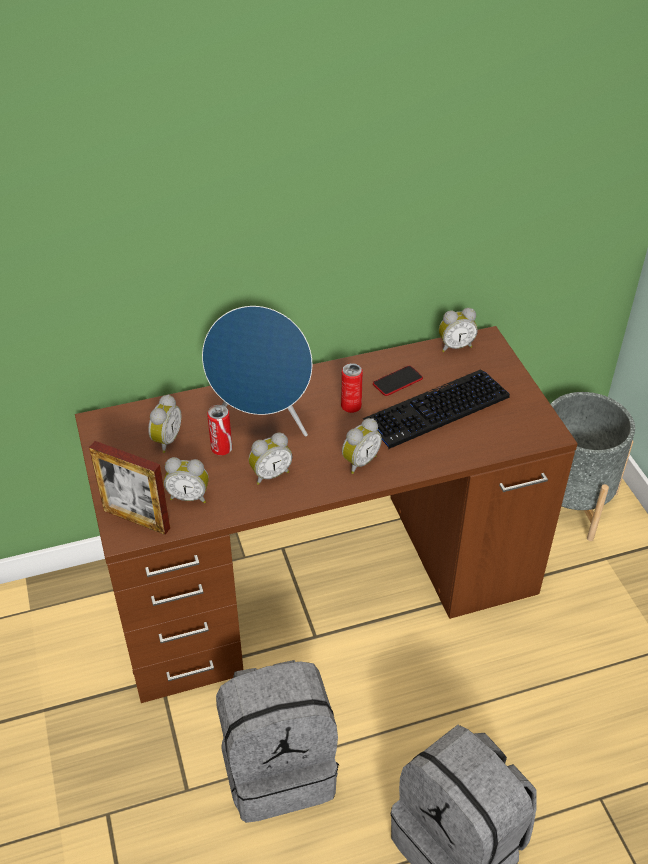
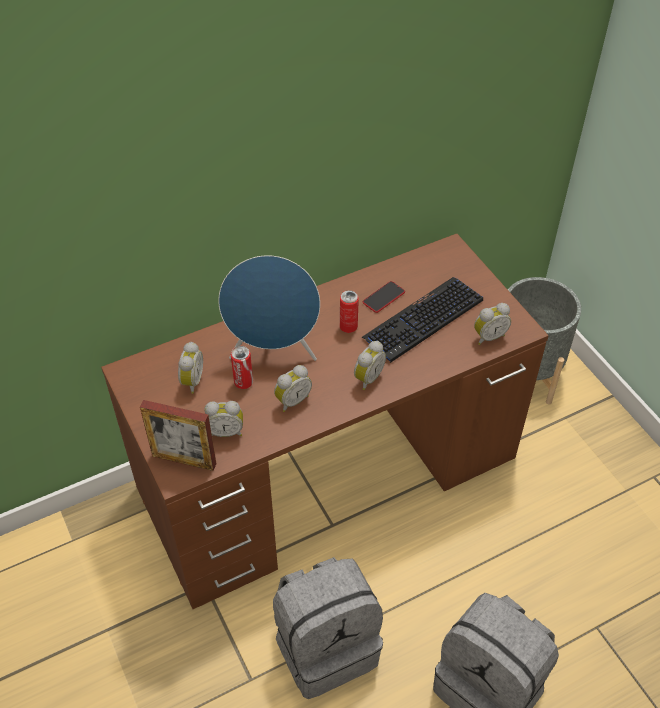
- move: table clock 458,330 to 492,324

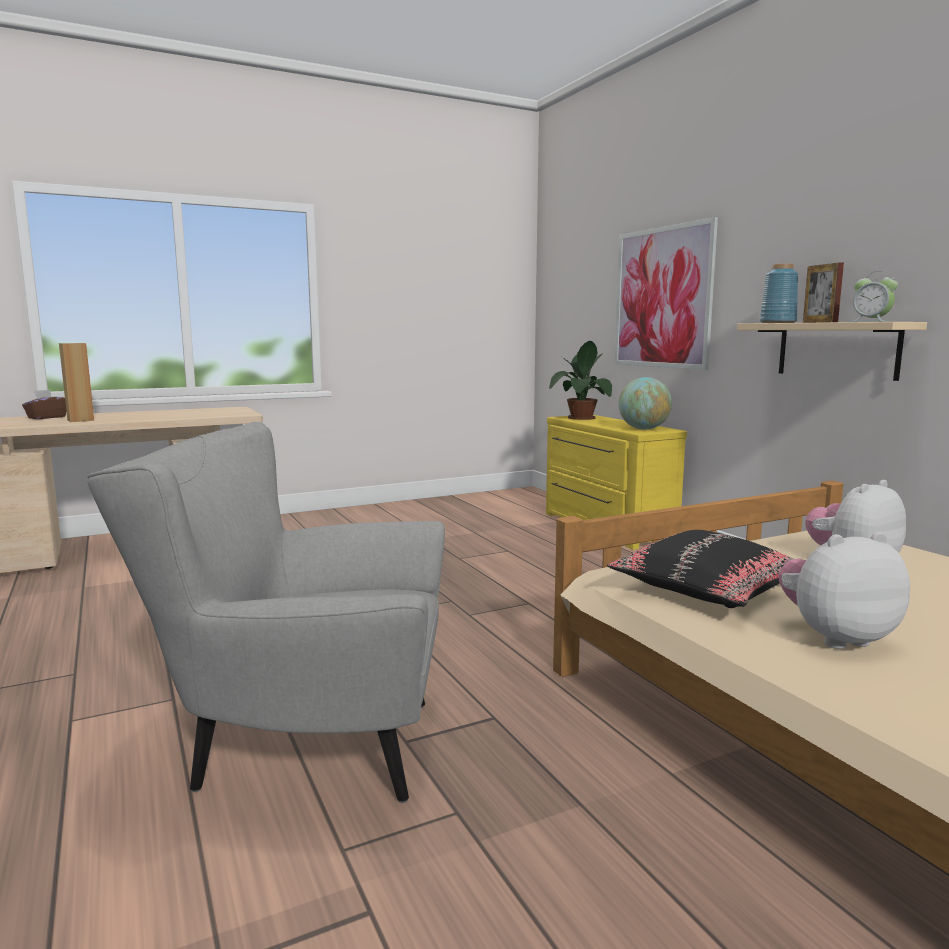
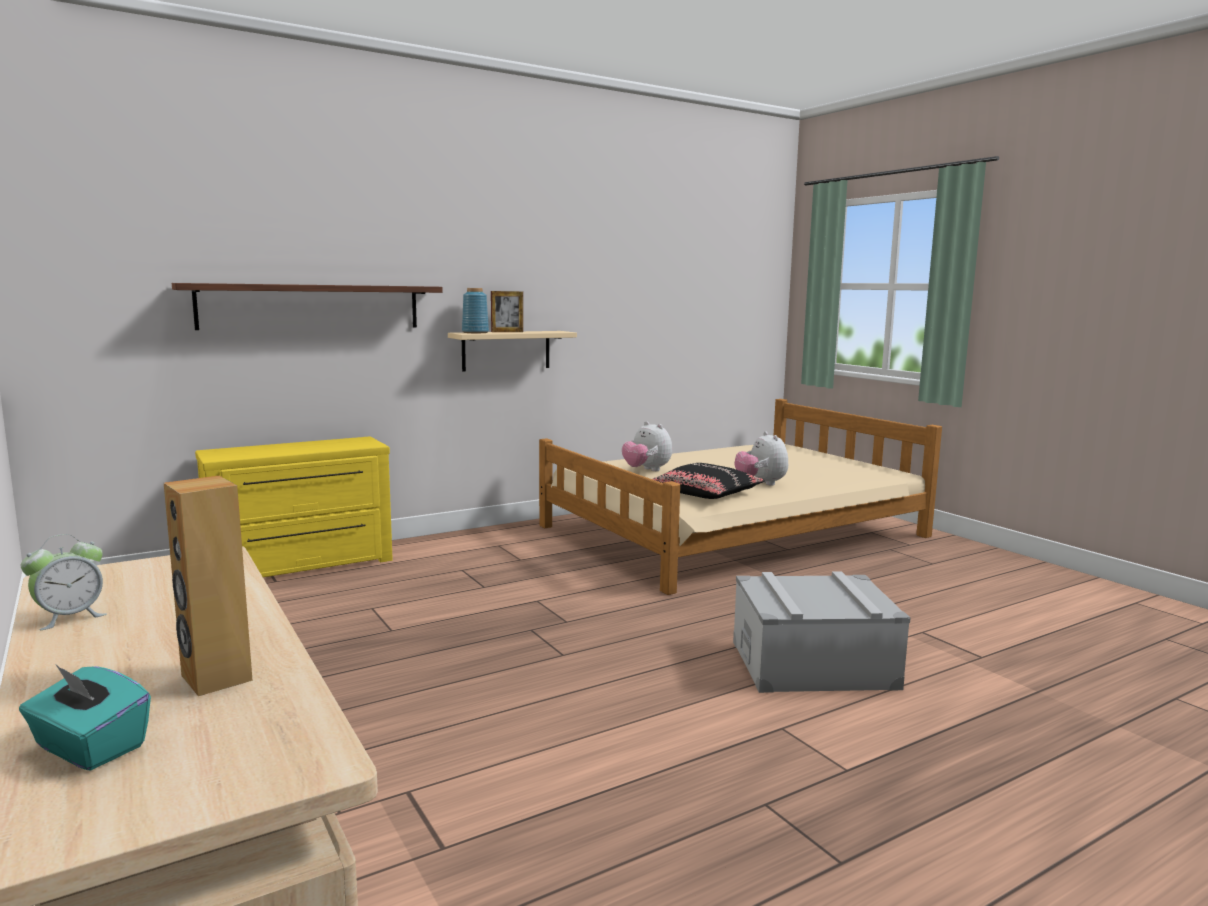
- recolor: box of tissues (brownish) 44,404 to box of tissues (blue-green) 85,717
- replace: armchair (gray) 266,612 to storage bin (gray) 822,632
- delete: plant in a pot 580,380
- replace: picture 666,293 to shelf 307,306
- delete: globe 645,403
- move: table clock 874,296 to 64,582

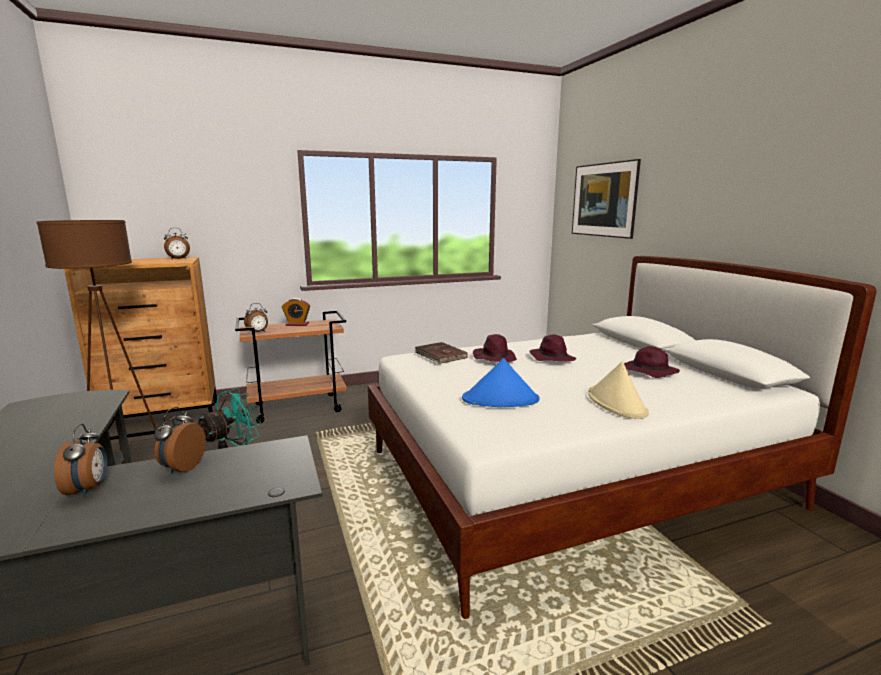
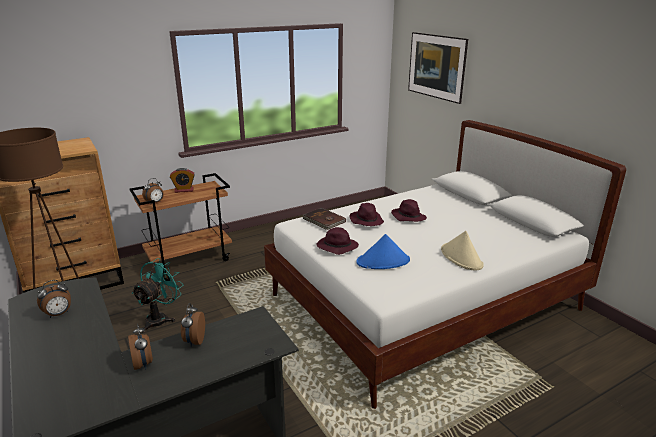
- move: table clock 177,243 to 54,299
- move: wearable hat (purplish) 652,362 to 337,241

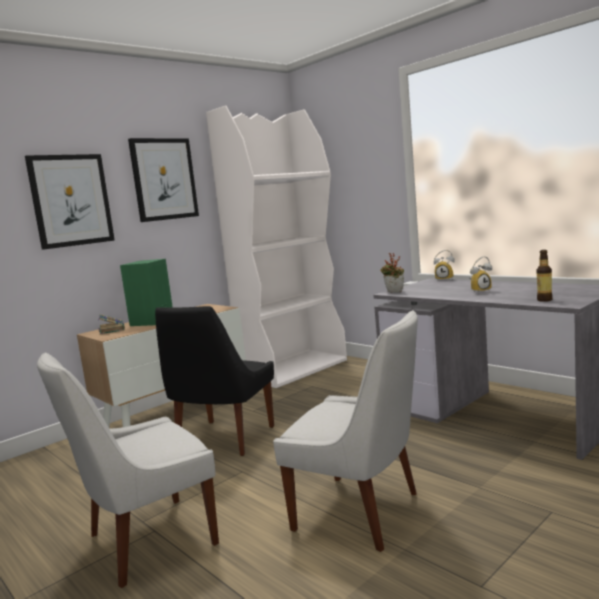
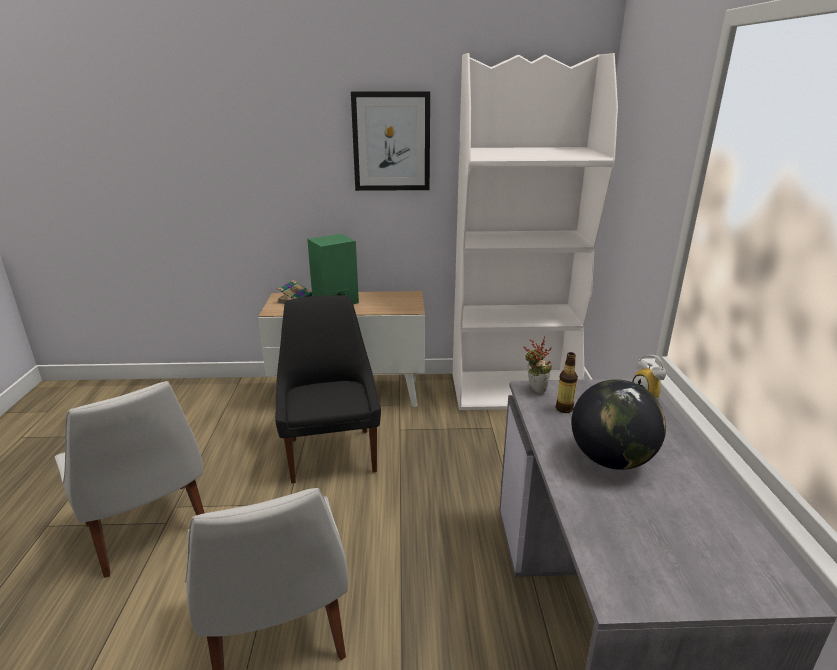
- delete: picture 70,202
- rotate: plain chair (whitish) 128,470 = 129,479 135 degrees counterclockwise
- rotate: plain chair (black-coloured) 214,381 = 328,389 105 degrees clockwise
- replace: table clock 480,275 to globe 618,424
- move: drink bottle 544,276 to 567,382

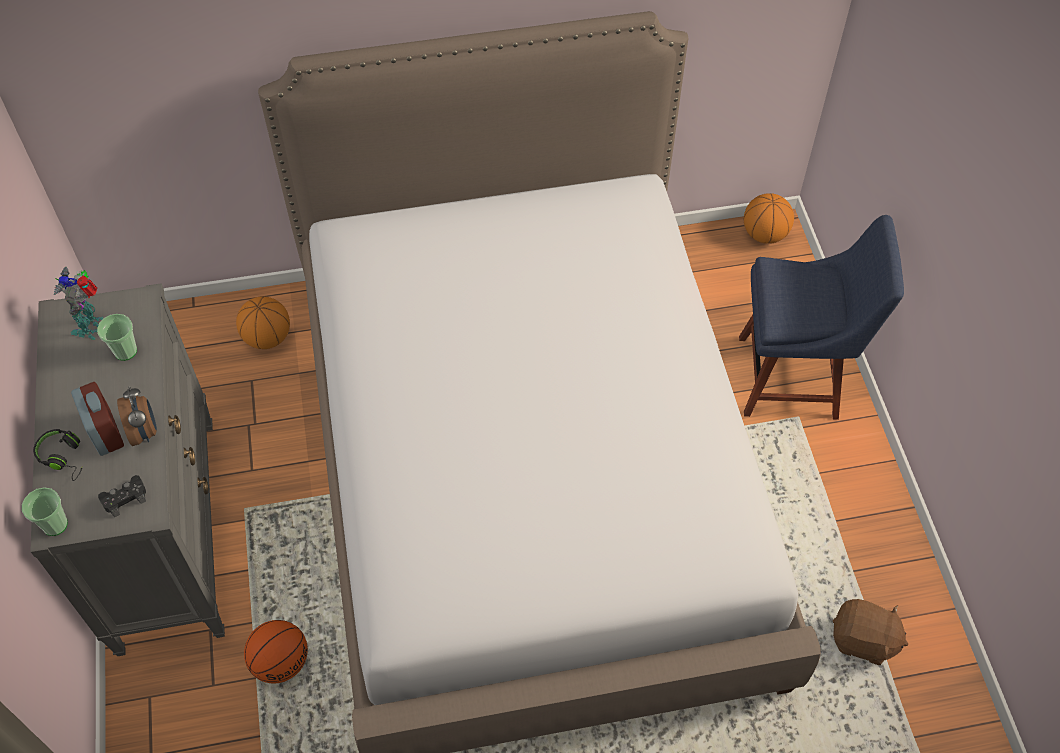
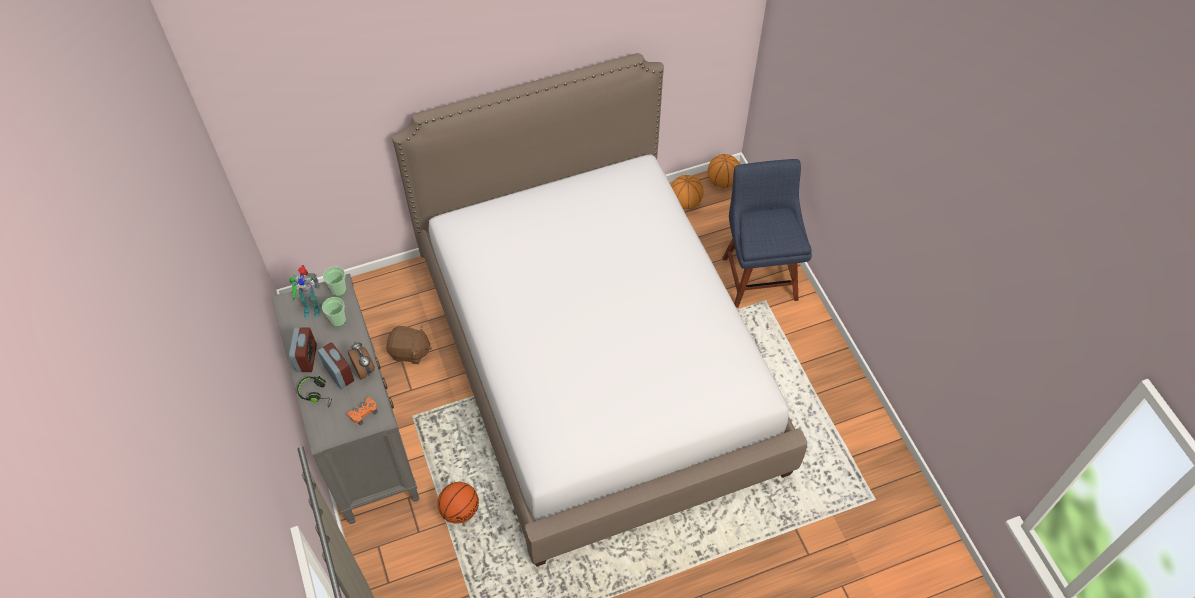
- move: drinking cup 45,511 to 334,281
- rotate: model robot 79,303 = 305,291 90 degrees counterclockwise
- recolor: joypad (black-coloured) 122,496 to joypad (orange-coloured) 362,411
- move: basketball 263,322 to 687,192
- rotate: plain chair (blue) 821,317 = 767,233 90 degrees counterclockwise
- move: cuddly toy (brownish) 870,632 to 409,345
- insert: table clock 303,349

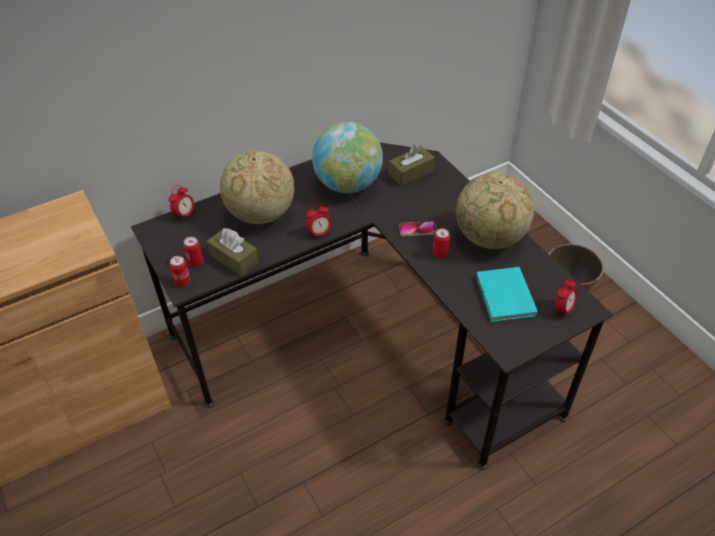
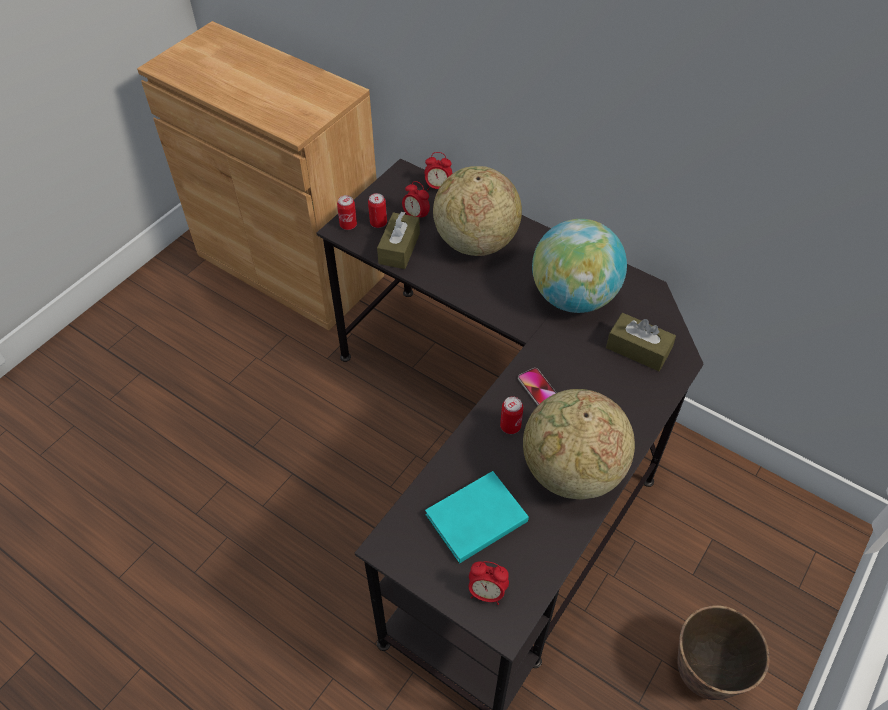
- move: table clock 318,221 to 416,199

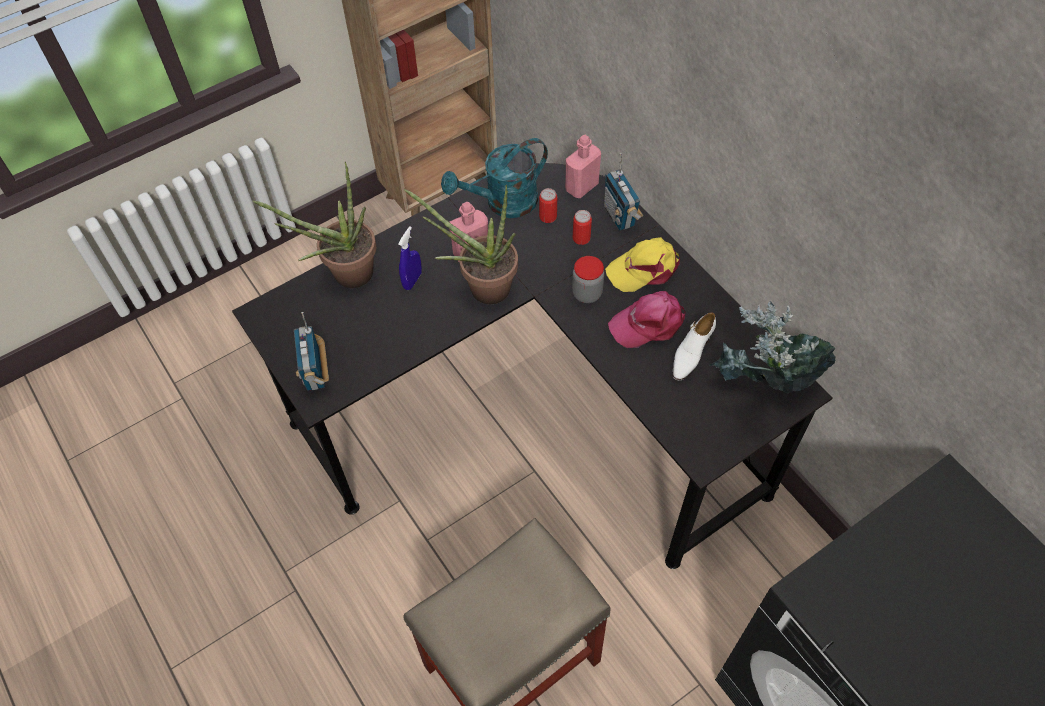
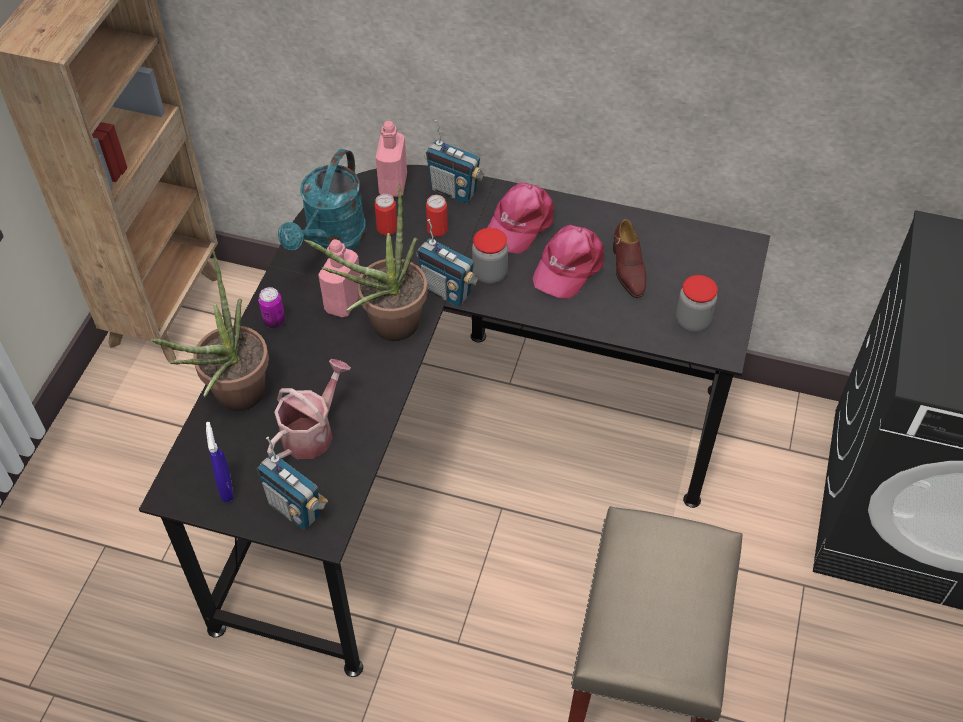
- move: hand sprayer (blue) 410,258 to 219,462
- recolor: cap (yellow) 642,264 to cap (pink) 520,218
- recolor: shoe (whitish) 694,346 to shoe (brownish) 629,258
- delete: plant in a pot 771,347
- insert: sealed can 271,307
- insert: sprinkling can 309,409
- insert: radio set 447,263
- insert: preserve jar 697,303

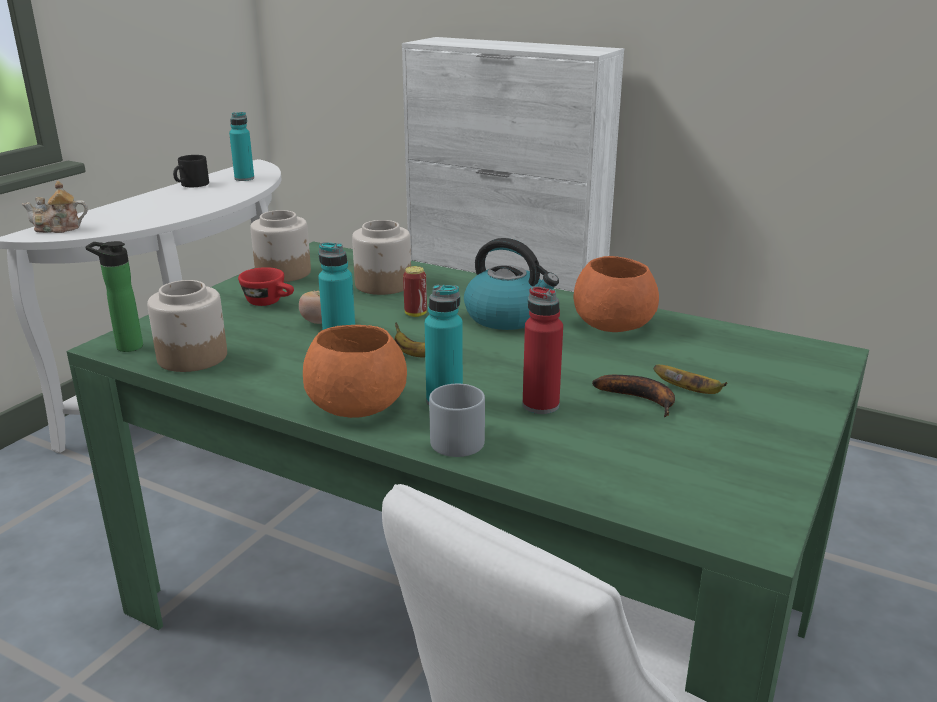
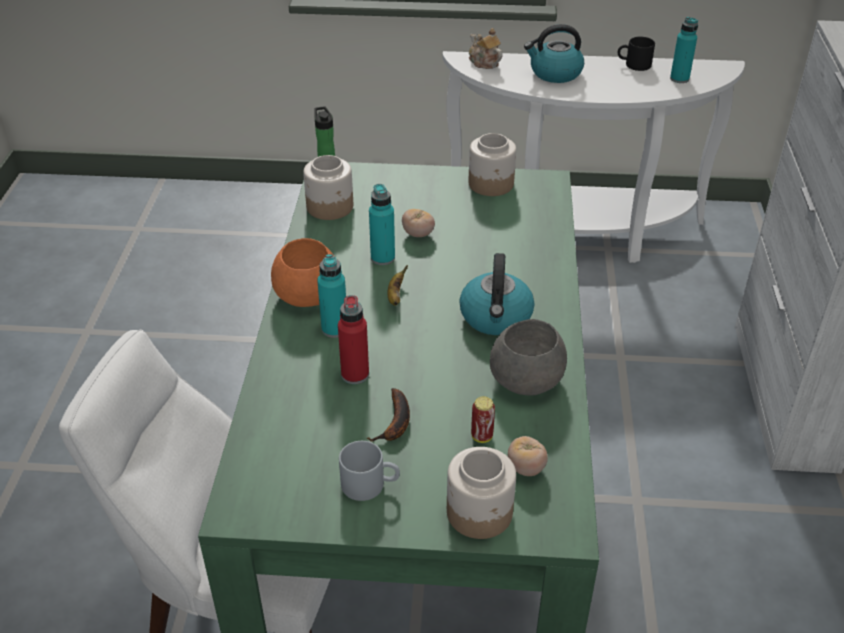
- delete: drinking cup (red-coloured) 266,286
- move: preserve jar 381,257 to 481,493
- move: sealed can 415,291 to 483,419
- move: mug (gray) 457,420 to 369,471
- recolor: bowl (orange-coloured) 616,294 to bowl (gray) 528,357
- delete: whole banana 690,379
- insert: whole tomato 528,456
- insert: tea kettle 554,53

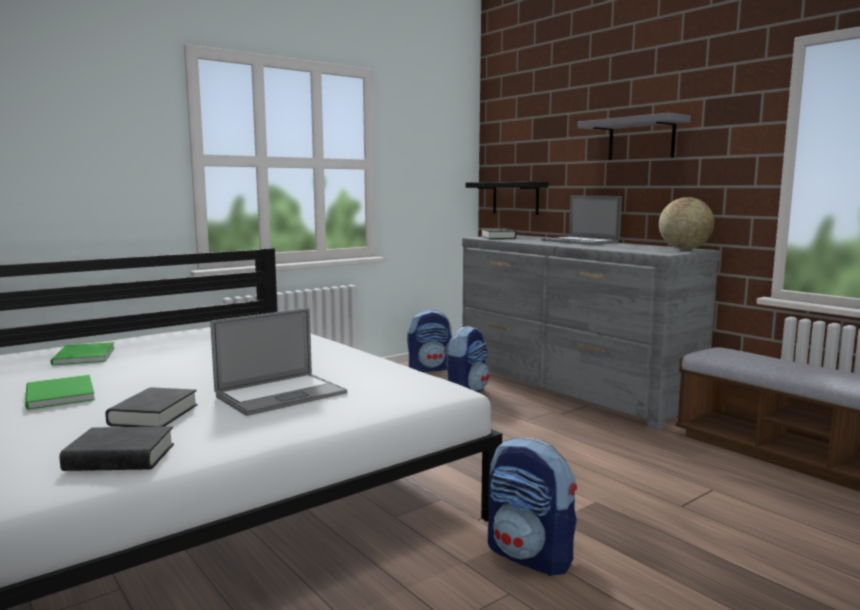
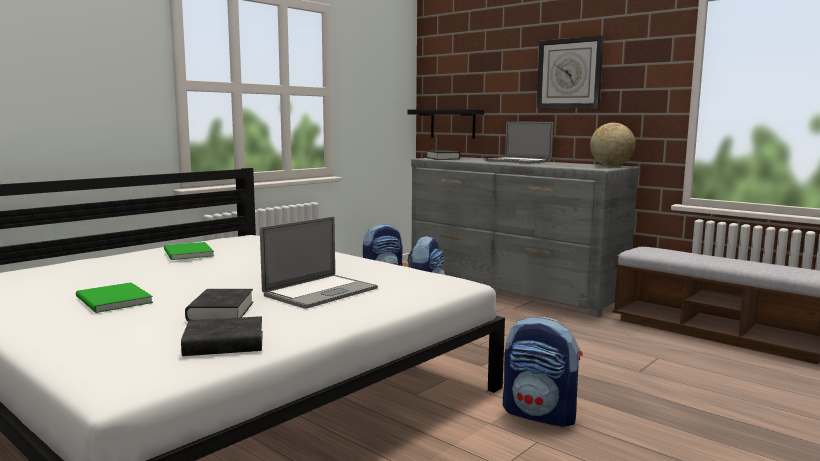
- move: volume (green-coloured) 83,353 to 189,251
- replace: shelf (gray) 634,136 to hanging clock 570,71

